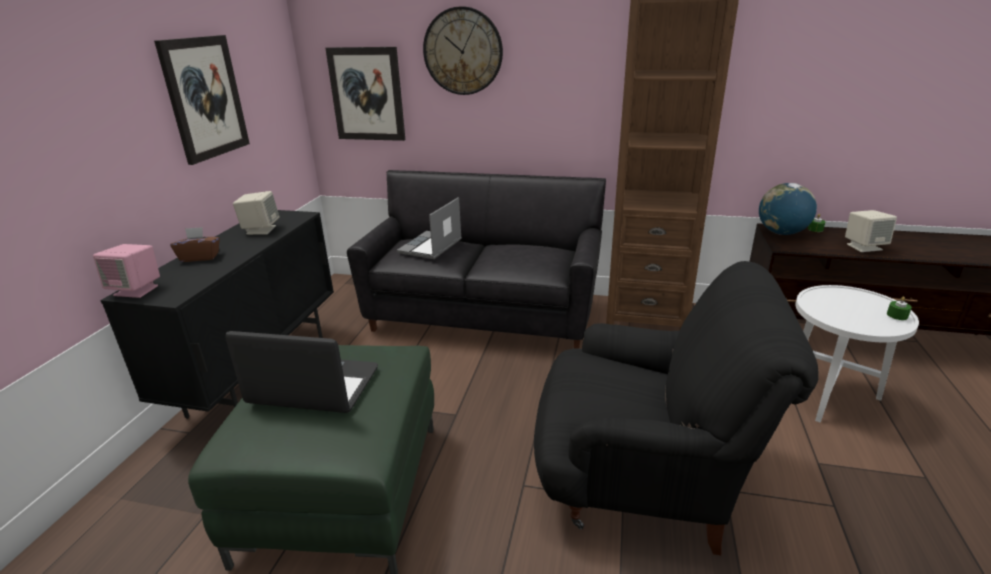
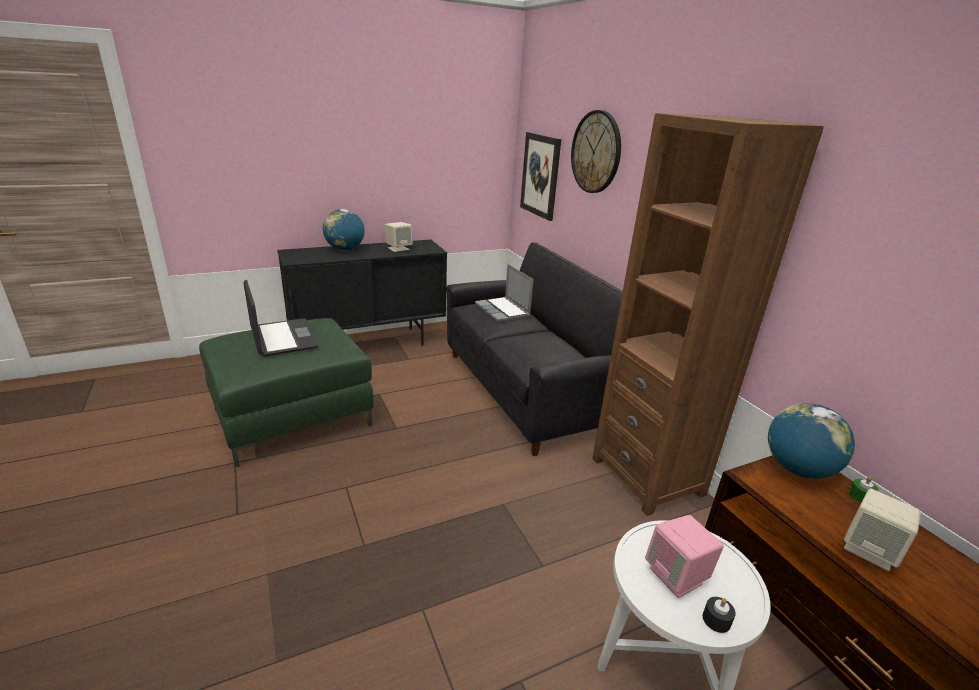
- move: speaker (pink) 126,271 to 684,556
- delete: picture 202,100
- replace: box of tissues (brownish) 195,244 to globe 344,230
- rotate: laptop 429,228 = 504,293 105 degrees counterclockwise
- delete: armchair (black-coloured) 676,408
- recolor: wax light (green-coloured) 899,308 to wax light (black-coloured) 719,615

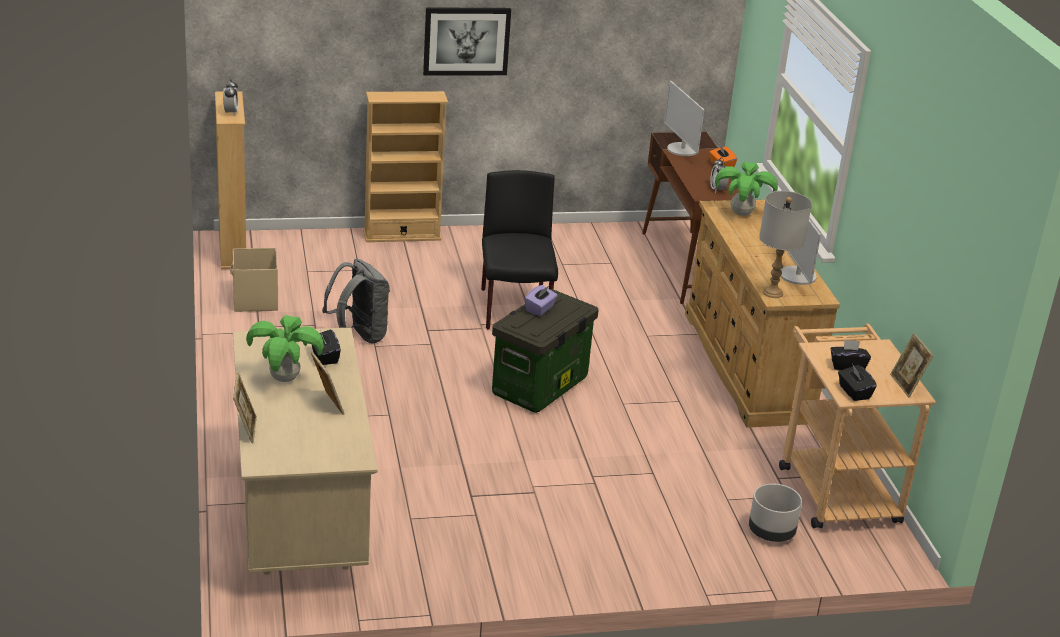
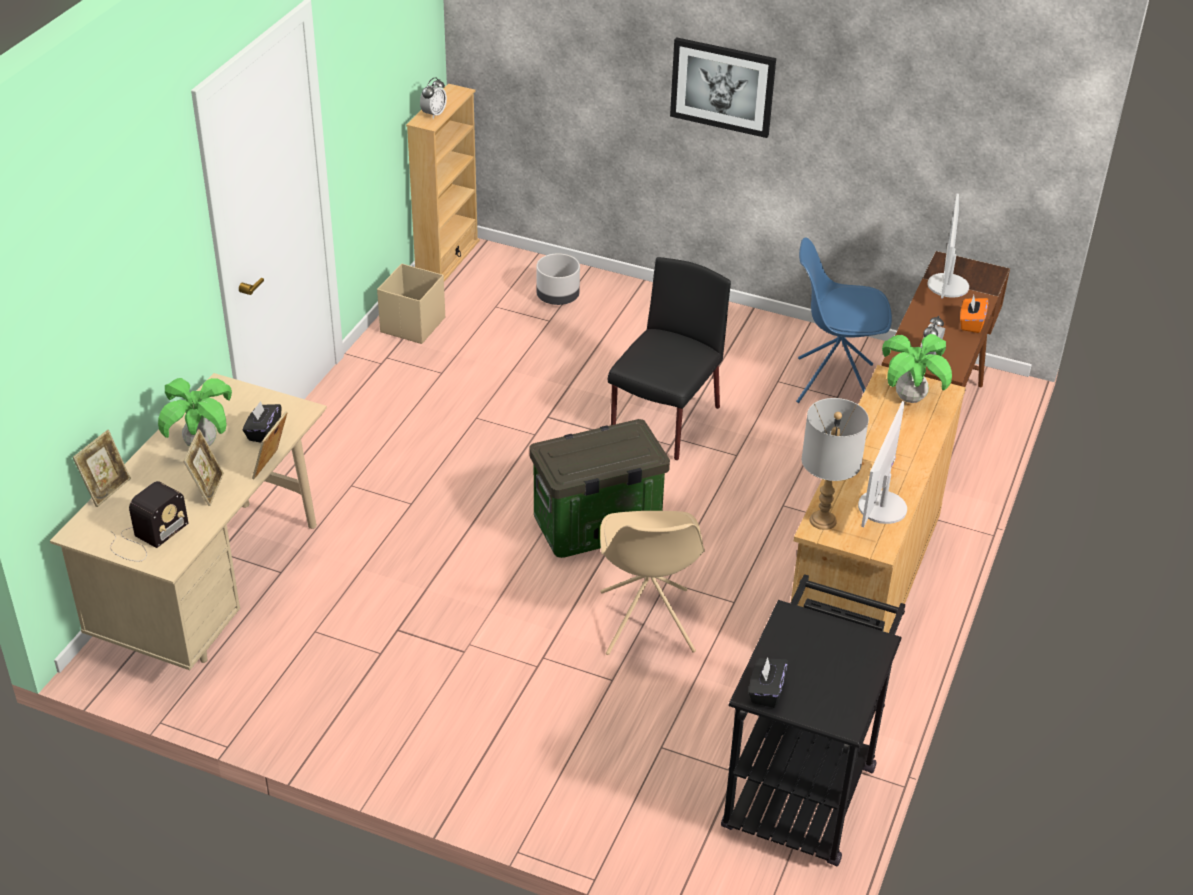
- delete: backpack (gray) 356,301
- delete: shelving unit (beige) 405,166
- delete: box of tissues (purplish) 541,300
- move: planter (gray) 775,512 to 558,279
- recolor: trolley (beige) 857,426 to trolley (black-coloured) 813,720
- delete: box of tissues (black-coloured) 850,355
- move: picture frame 912,365 to 270,445
- insert: radio set 149,521
- insert: plain chair (beige) 652,583
- insert: plain chair (blue) 844,320

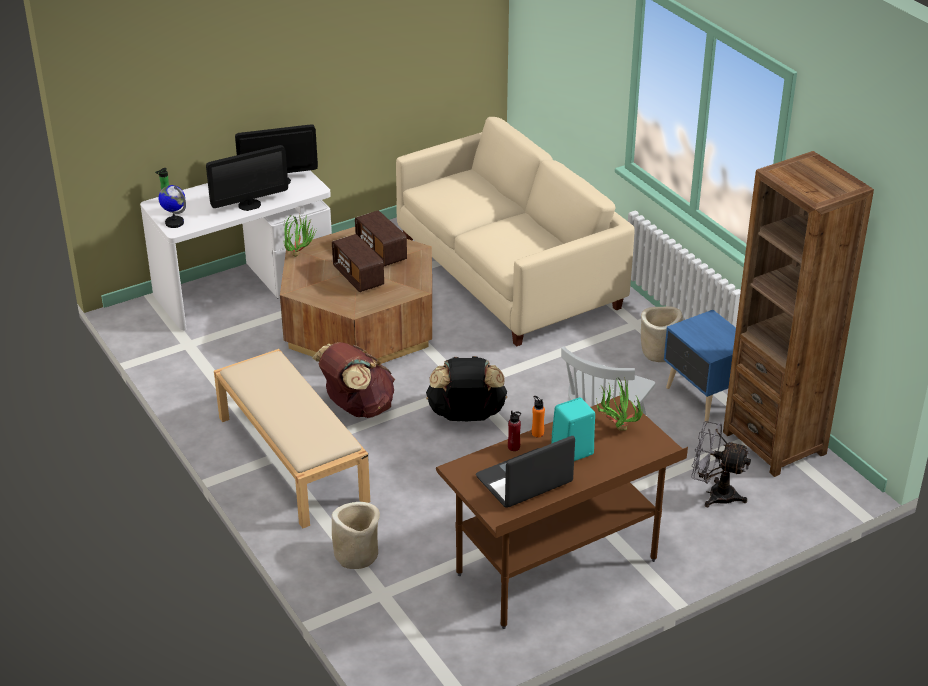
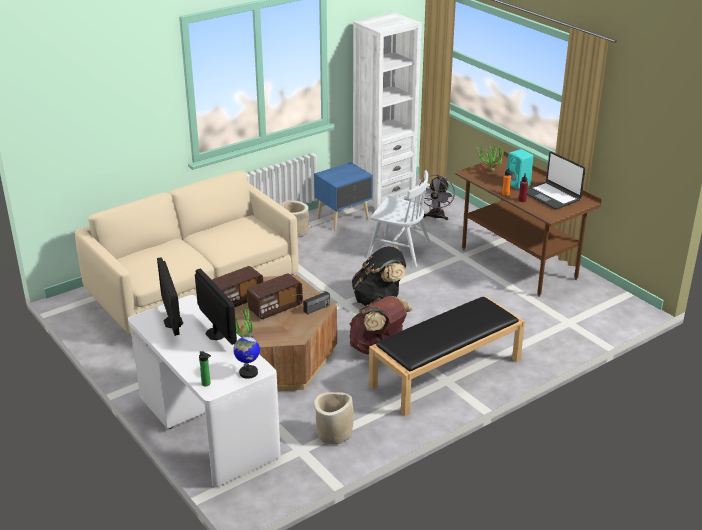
- recolor: bench (beige) 292,438 to bench (black-coloured) 447,356
- move: planter (beige) 356,535 to 334,418
- recolor: shelving unit (brownish) 798,314 to shelving unit (whitish) 387,112
- insert: radio set 311,302

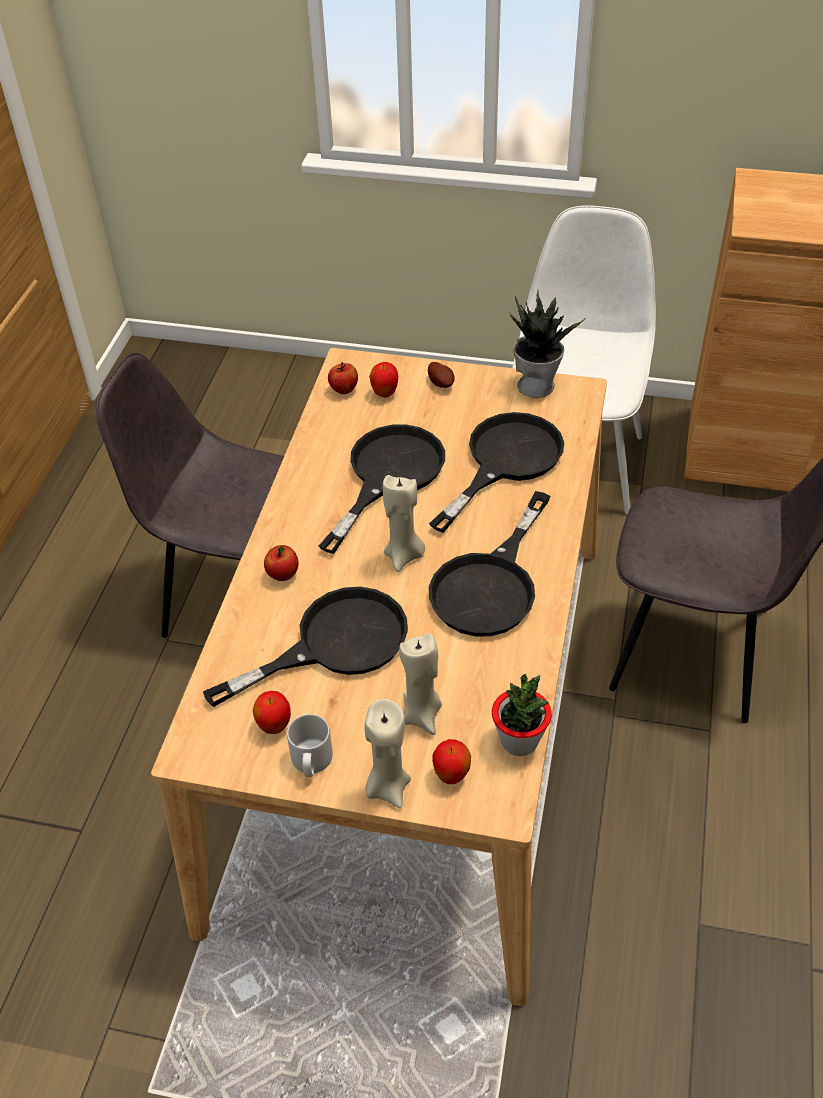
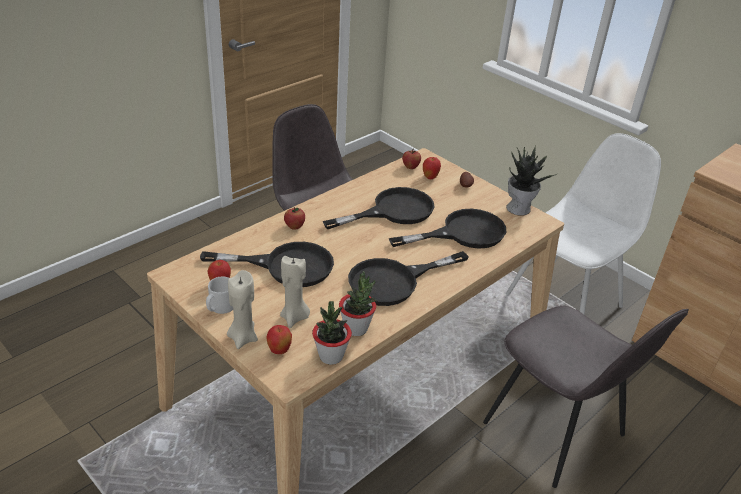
- delete: wax light (beige) 404,523
- insert: plant in a pot 358,303

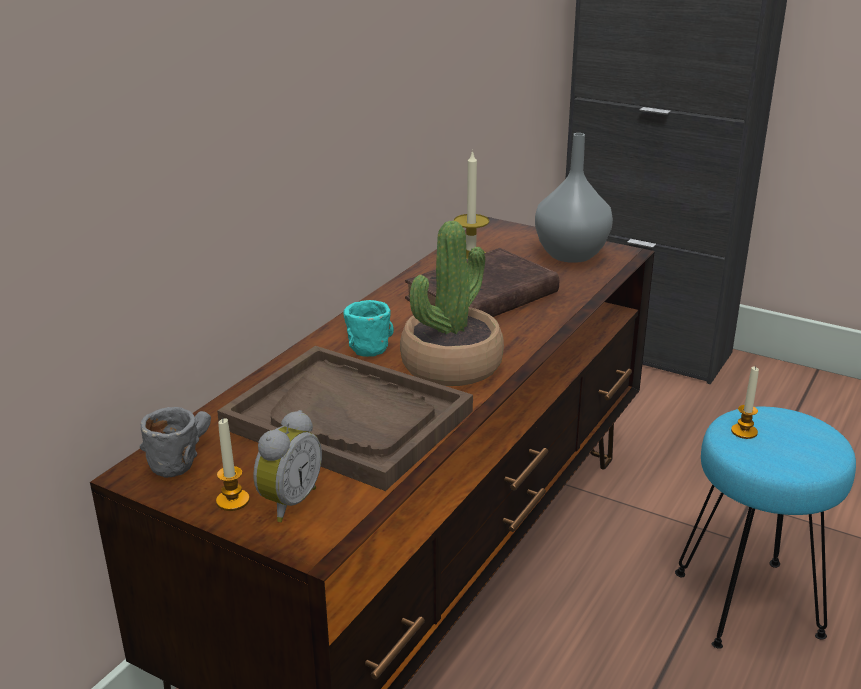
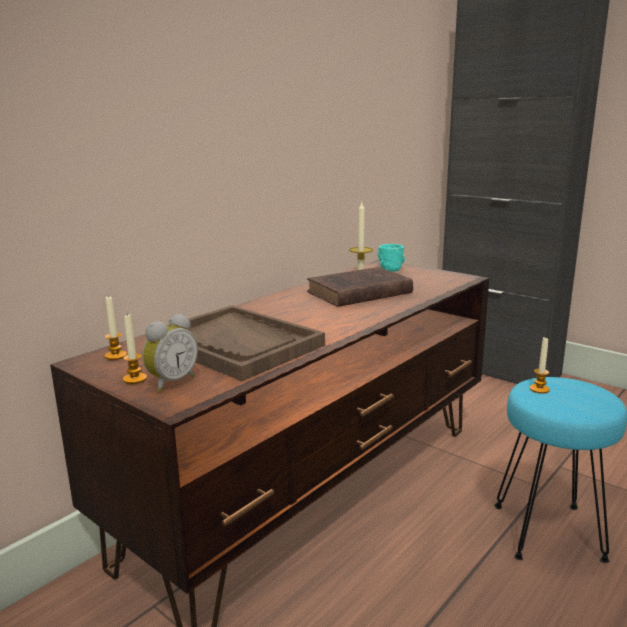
- replace: mug (gray) 175,442 to wax light 116,327
- move: mug (blue-green) 368,328 to 391,258
- delete: plant in a pot 452,303
- delete: decorative vase (gray) 574,198

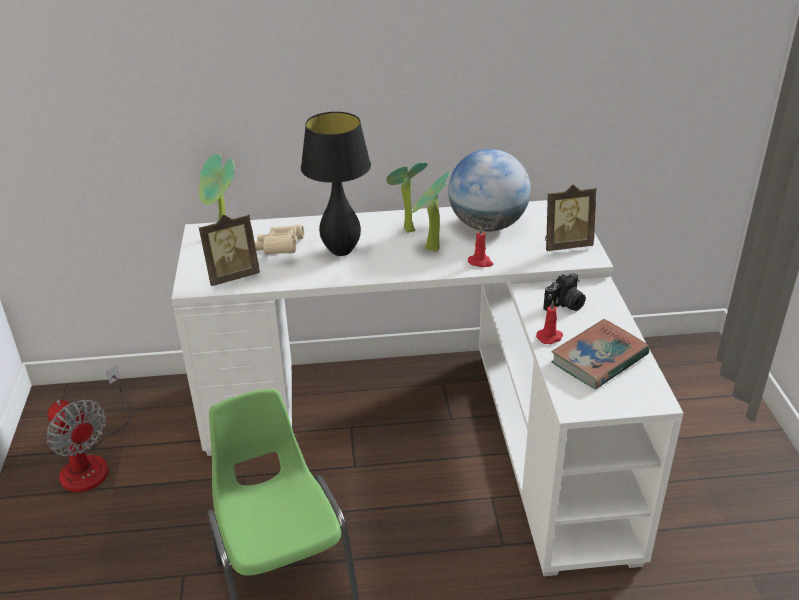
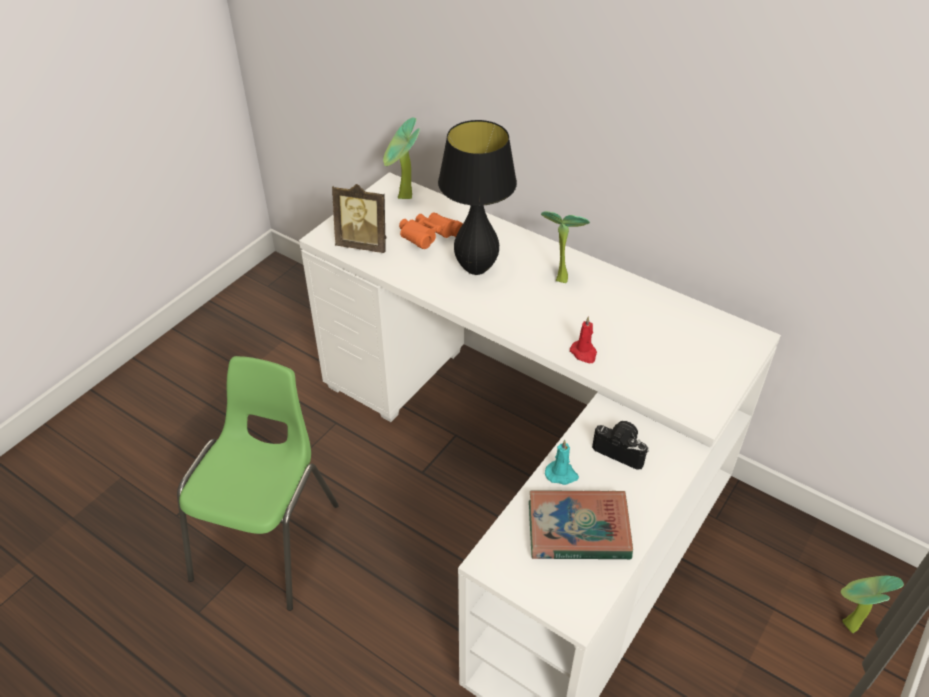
- delete: electric fan 88,429
- recolor: field glasses (beige) 279,239 to field glasses (orange-coloured) 431,230
- move: plant in a pot 430,212 to 872,604
- delete: globe 489,190
- recolor: wax light (red-coloured) 549,322 to wax light (blue-green) 562,462
- rotate: still camera 564,292 = 620,445 150 degrees counterclockwise
- delete: picture frame 571,218

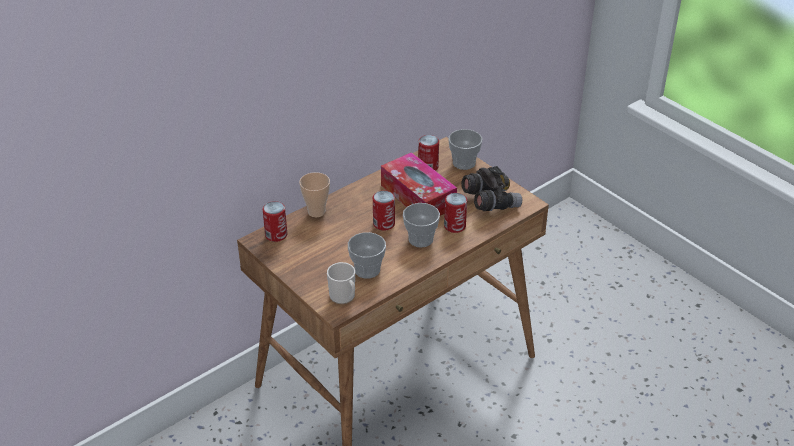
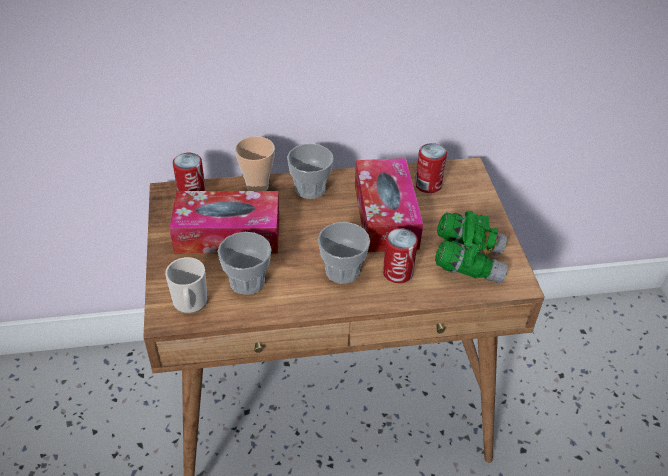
- delete: sealed can 384,211
- move: drinking cup 465,149 to 310,171
- recolor: field glasses (gray) 491,188 to field glasses (green-coloured) 471,247
- insert: box of tissues 224,222

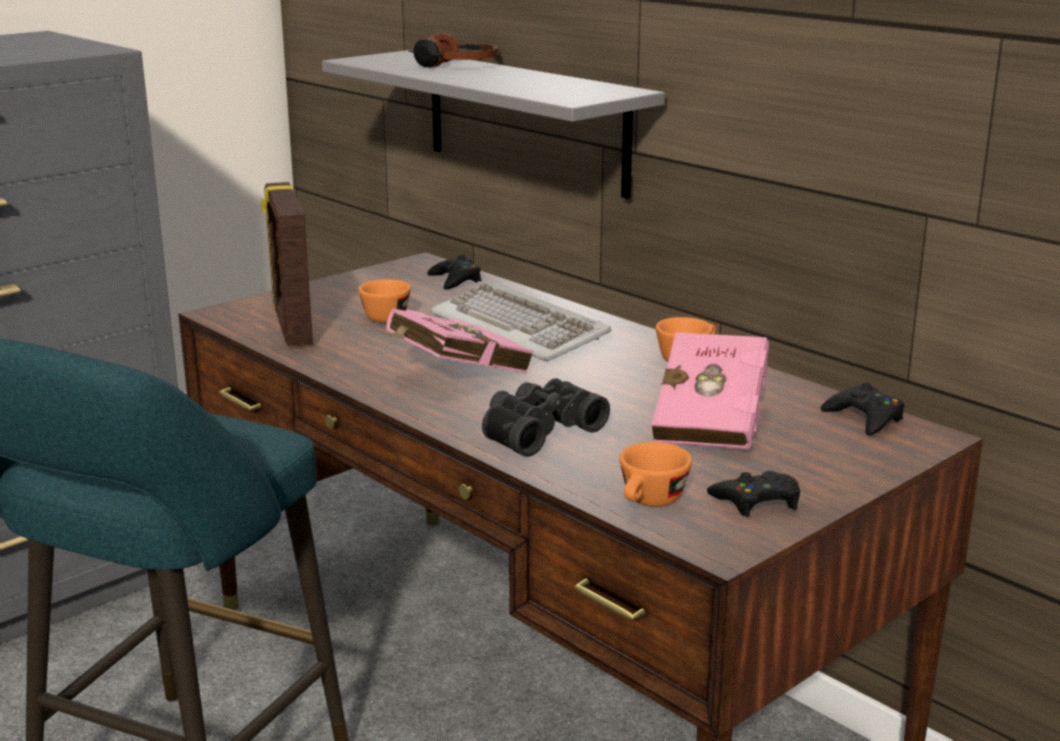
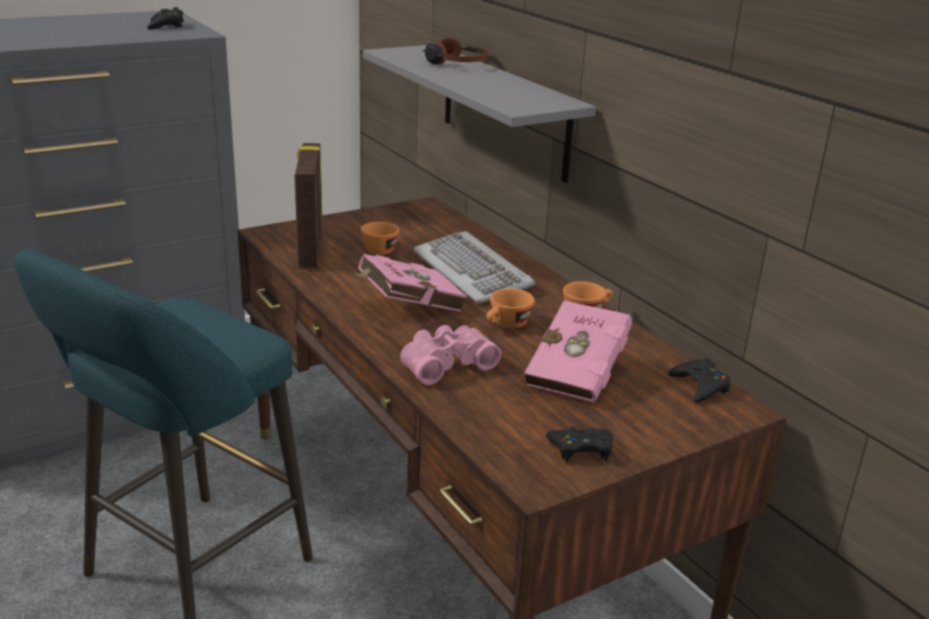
- move: joypad (black-coloured) 454,271 to 165,18
- recolor: field glasses (black-coloured) 546,417 to field glasses (pink) 450,355
- move: drinking cup (orange-coloured) 655,474 to 510,308

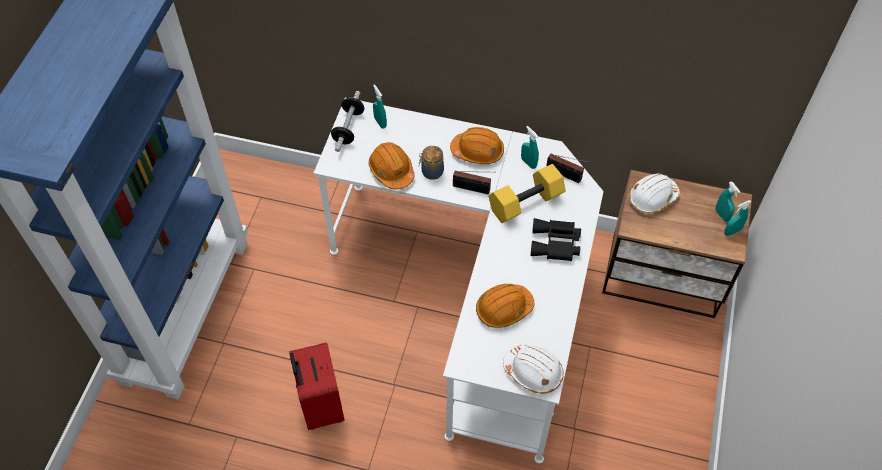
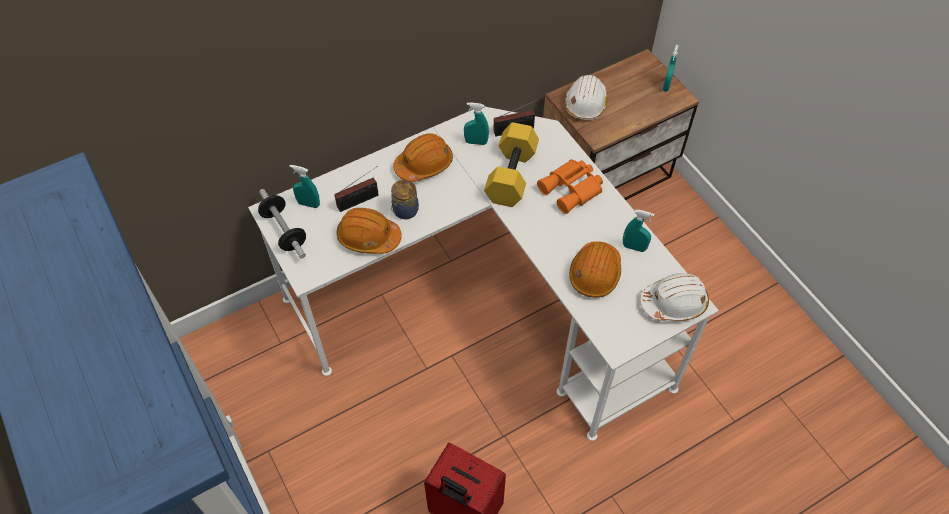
- move: radio set 474,182 to 356,189
- recolor: field glasses (black-coloured) 556,240 to field glasses (orange-coloured) 570,186
- move: hand sprayer (blue-green) 727,201 to 638,231

